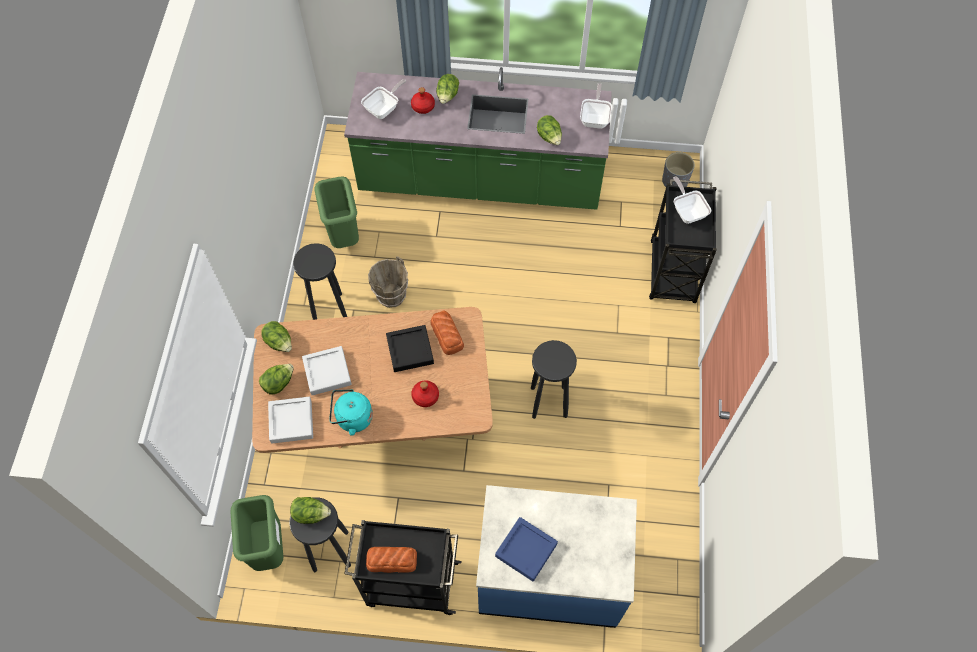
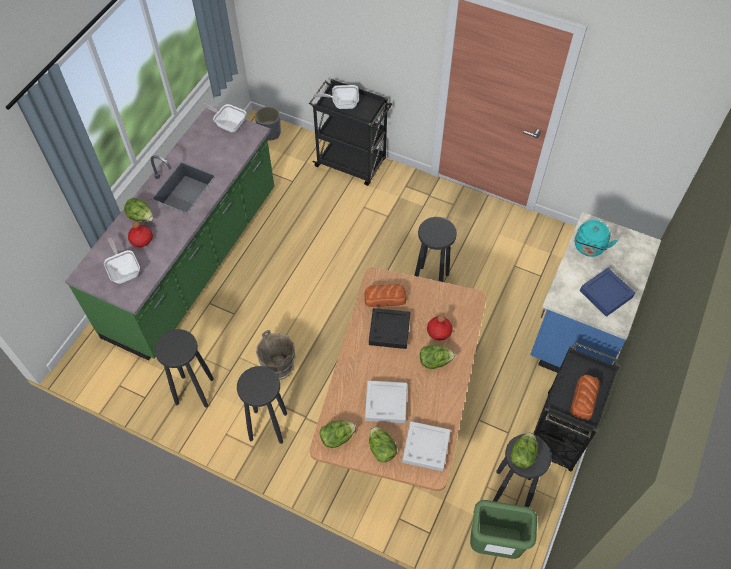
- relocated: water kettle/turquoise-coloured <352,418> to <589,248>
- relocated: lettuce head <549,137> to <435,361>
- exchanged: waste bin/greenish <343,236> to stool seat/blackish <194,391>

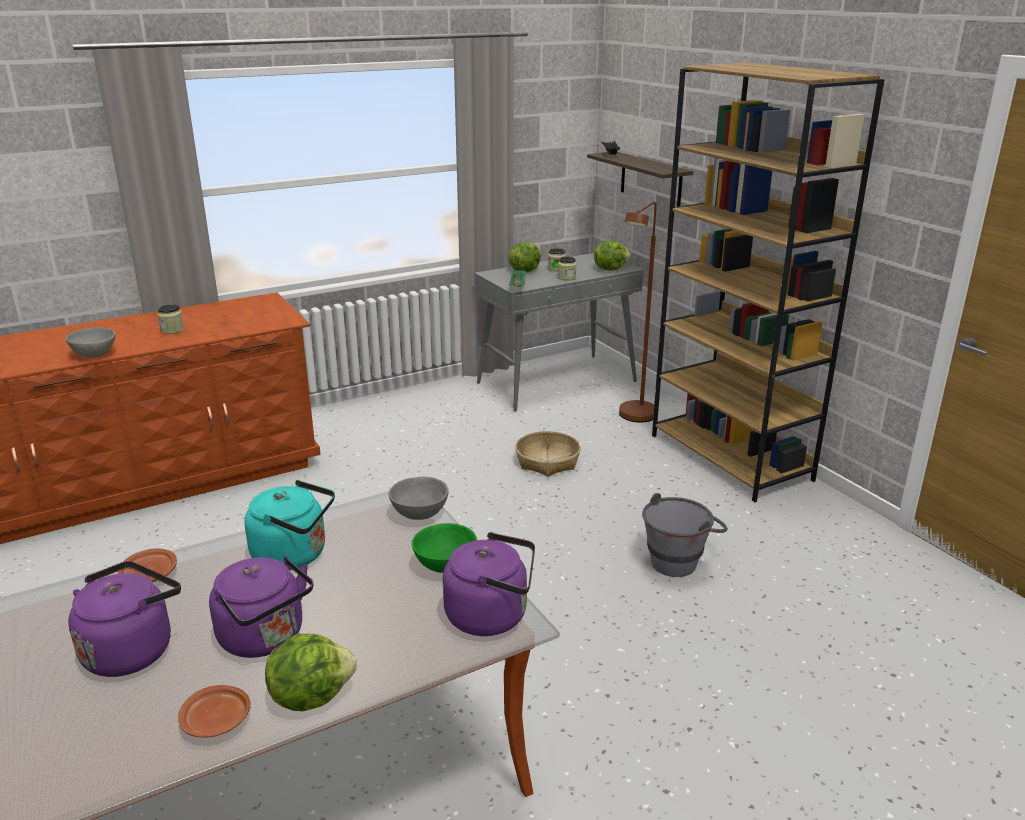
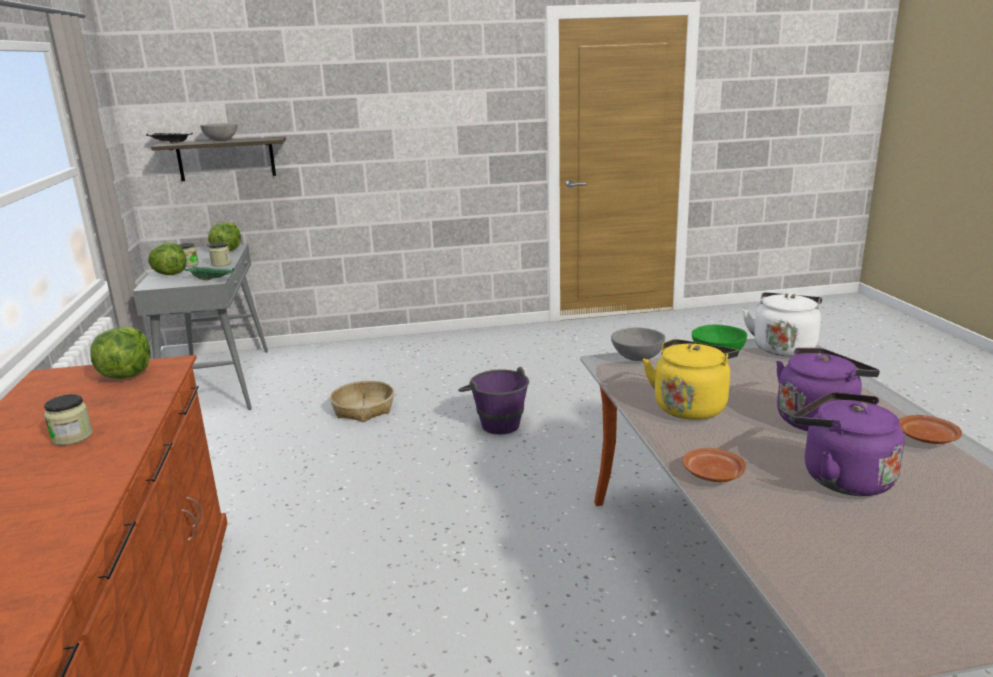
- missing: standing lamp/brown <634,418>
- missing: pail/greyish <680,559>
- missing: bookcase/brown <731,457>
- appeared: pail/purple <495,422>
- relocated: deep dish/greyish <95,354> to <220,140>
- relocated: lettuce head <311,695> to <126,375>
- colour: water kettle/turquoise-coloured <294,555> to water kettle/yellow-coloured <690,406>
- colour: water kettle/purple <492,615> to water kettle/white <783,347>

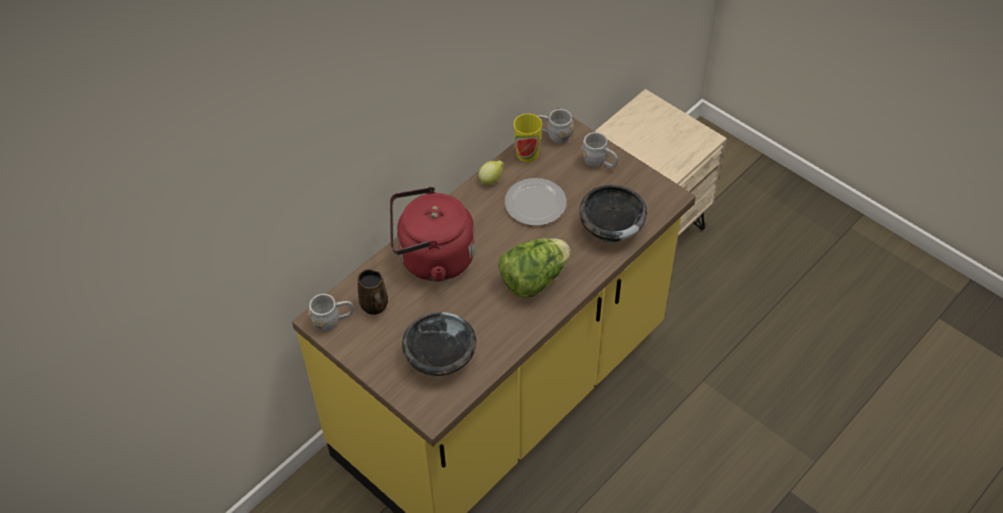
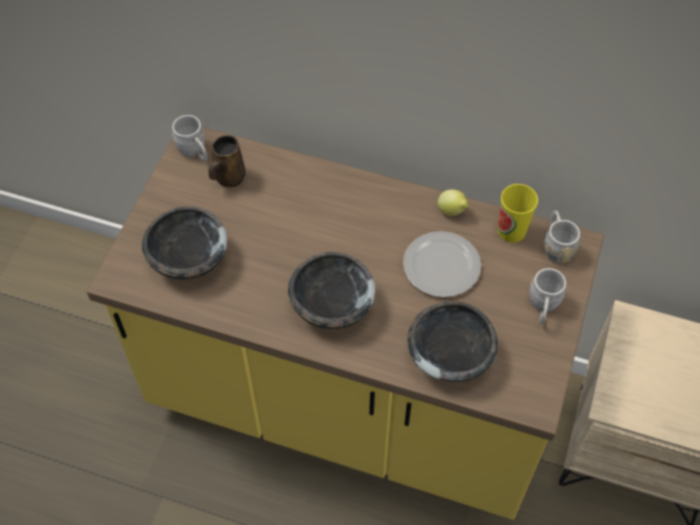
- missing: water kettle/red-coloured <432,259>
- exchanged: lettuce head <534,279> to deep dish/blackish <331,305>

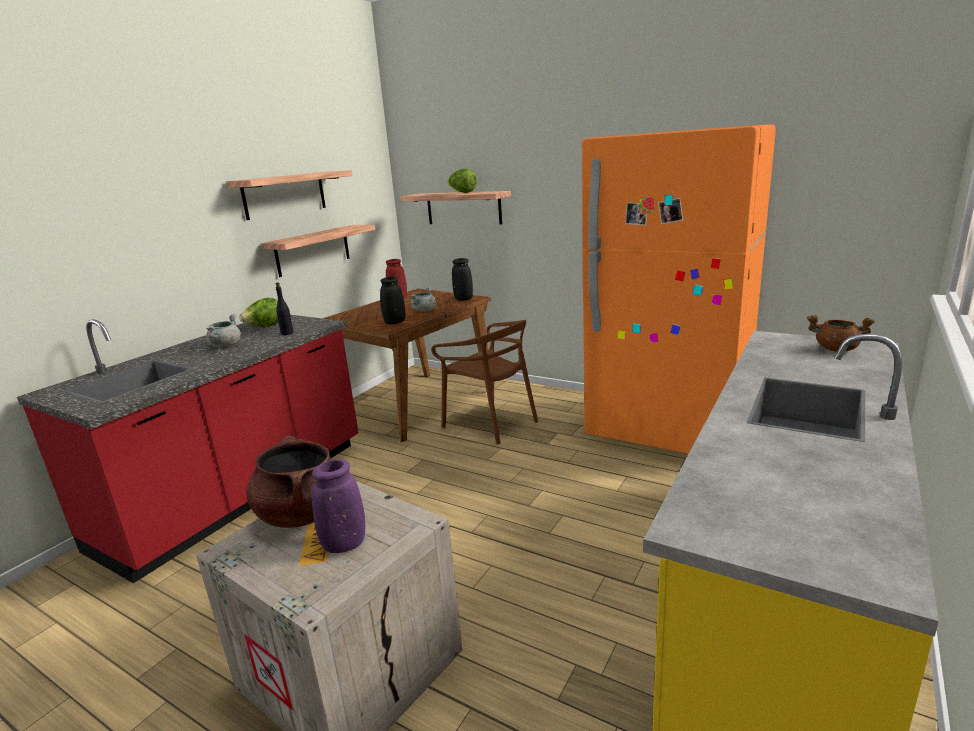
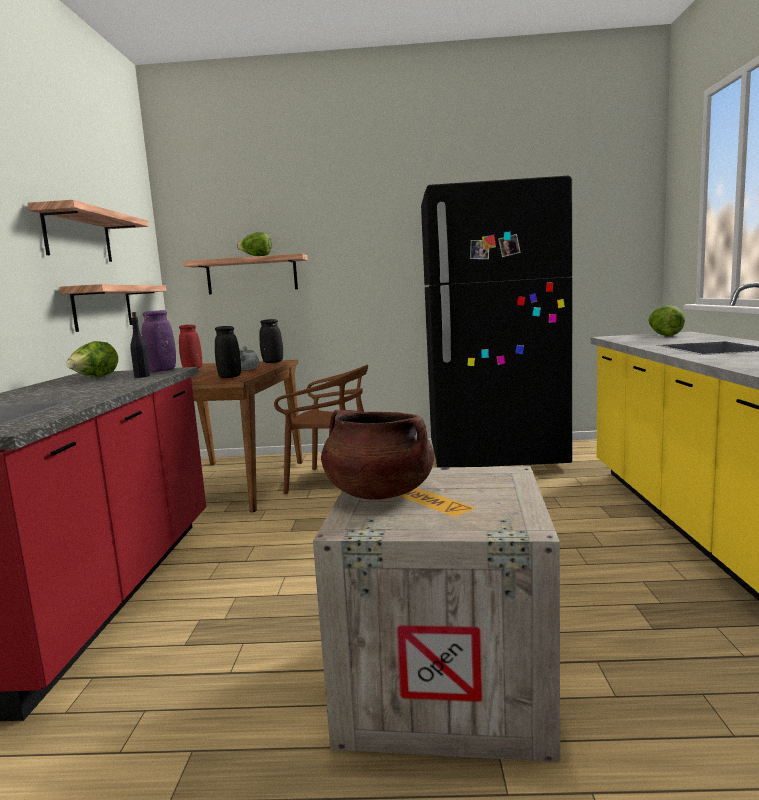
- missing: stockpot/greyish <225,345>
- relocated: decorative vase/purple <344,544> to <161,370>
- exchanged: stockpot/brown <836,349> to lettuce head <664,335>
- colour: kitchen fridge/orangey <667,429> to kitchen fridge/blackish <496,457>

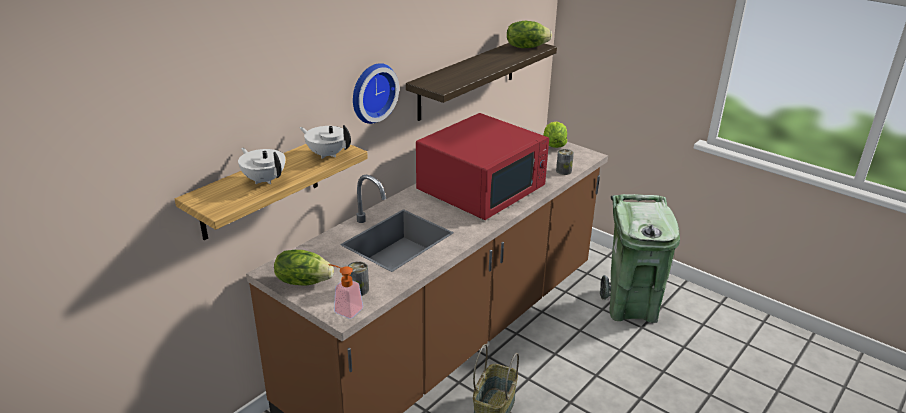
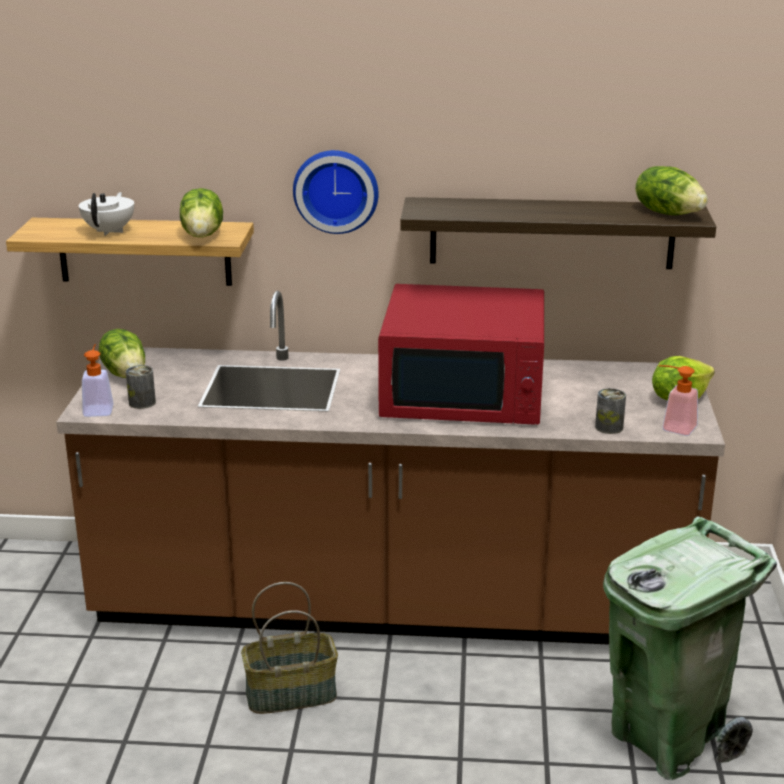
- appeared: soap bottle <673,427>
- exchanged: teapot/white <327,154> to lettuce head <203,235>

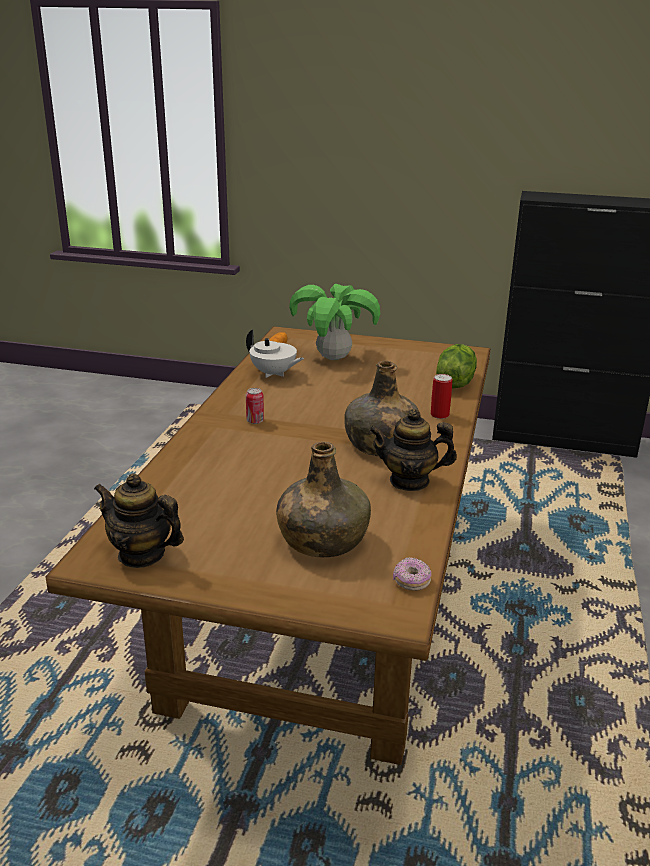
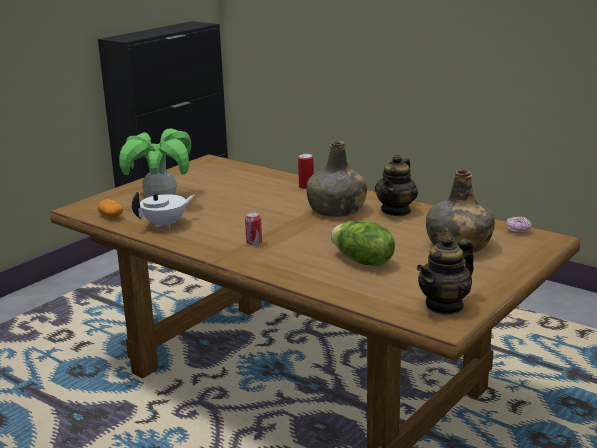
- relocated: lettuce head <454,382> to <362,261>

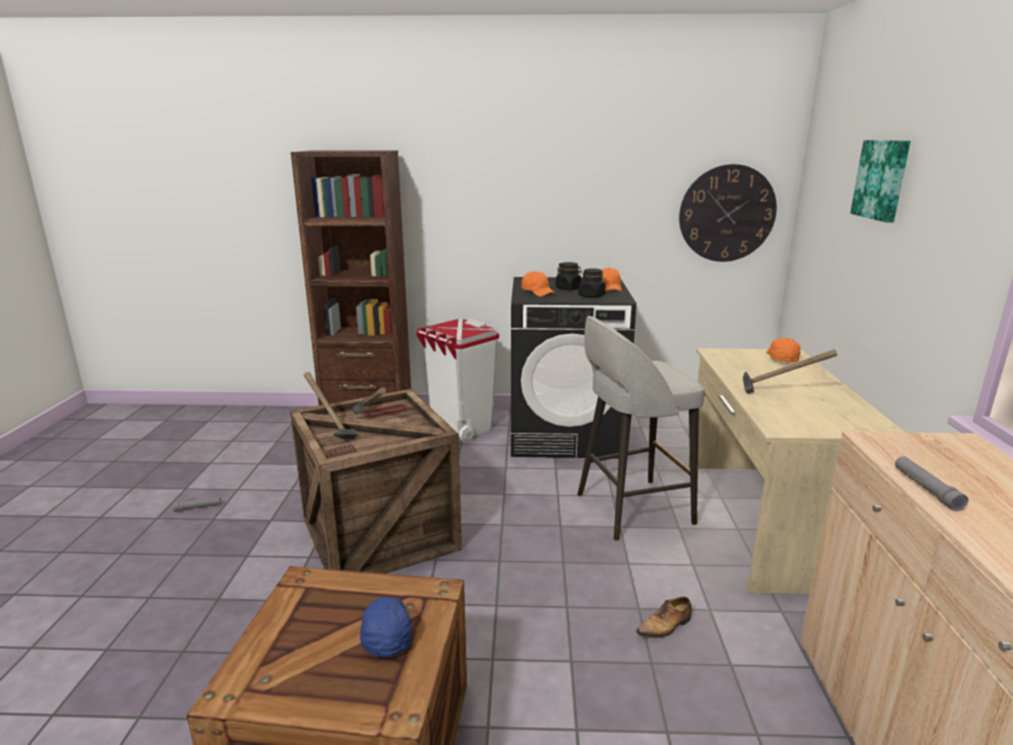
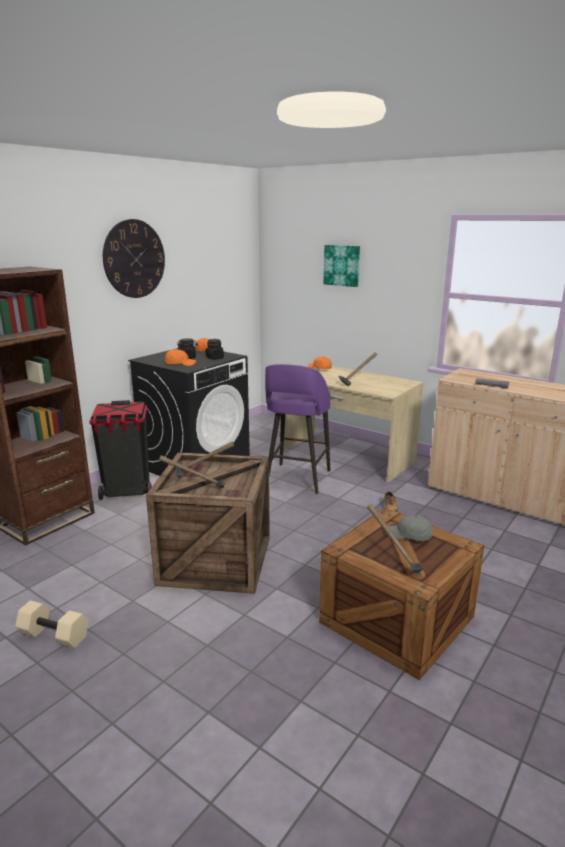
- appeared: hammer <393,561>
- relocated: clock on the wall <727,213> to <134,259>
- exchanged: torch/greyish <198,507> to hand weight/beige <55,634>
- colour: cap/blue-coloured <385,633> to cap/greyish <409,536>
- colour: waste bin/white <460,428> to waste bin/blackish <127,491>
- colour: stool seat/greyish <630,509> to stool seat/purple <297,479>

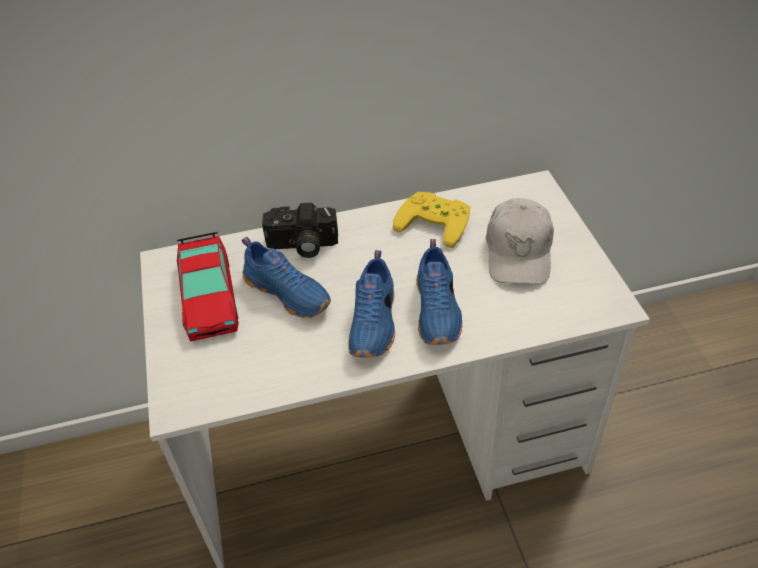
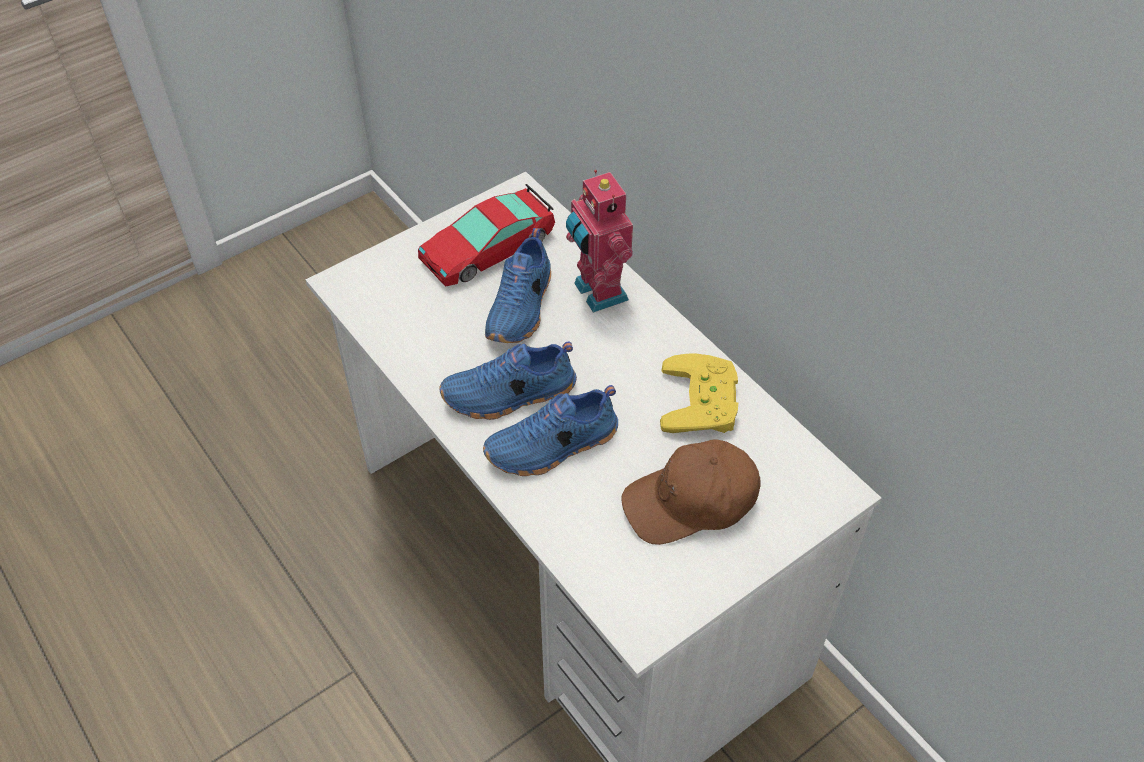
- exchanged: still camera <302,245> to robot figure <597,293>
- colour: cap/white <519,252> to cap/brown <691,502>

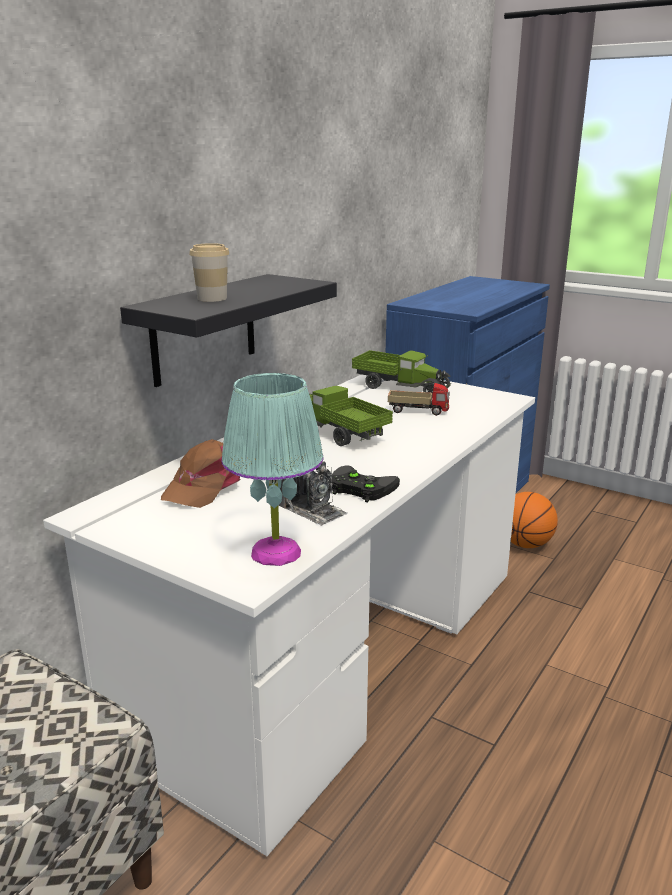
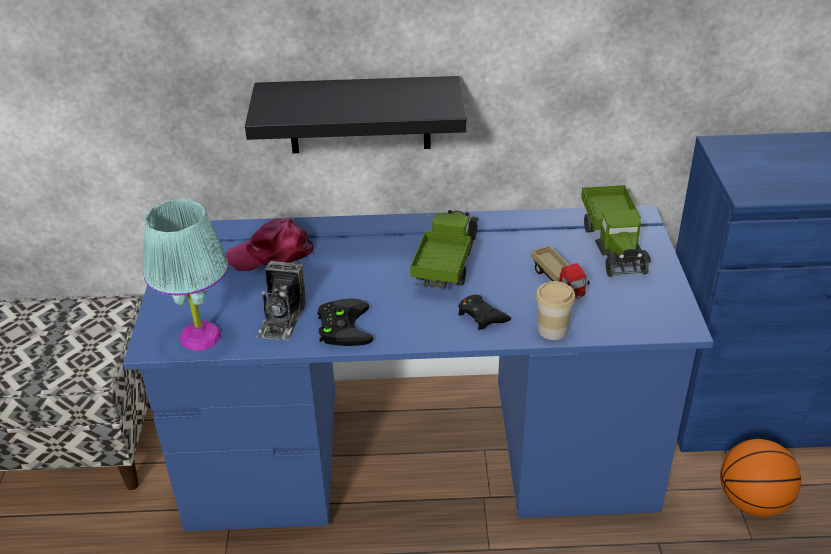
- appeared: joypad/blackish <482,316>
- relocated: cup <212,298> to <552,330>
- colour: desk unit/white <334,651> to desk unit/blue-coloured <419,450>
- colour: cap/brown <204,486> to cap/pink <272,254>

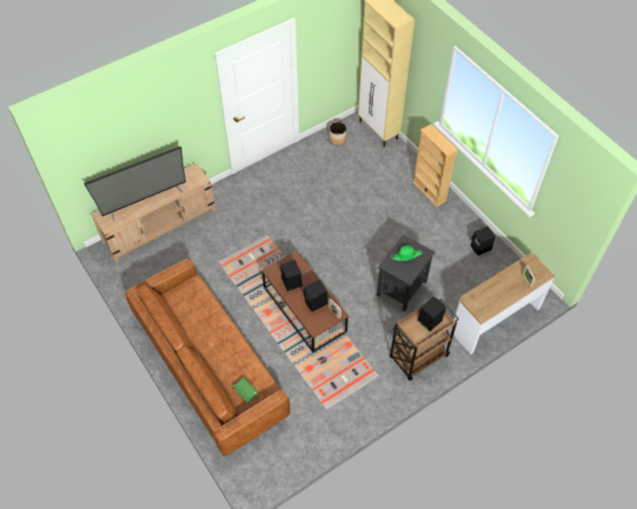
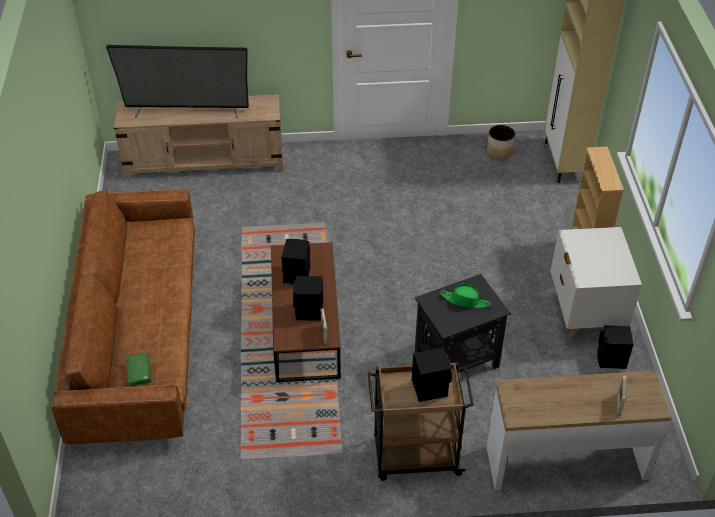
- appeared: night table/white <584,316>

